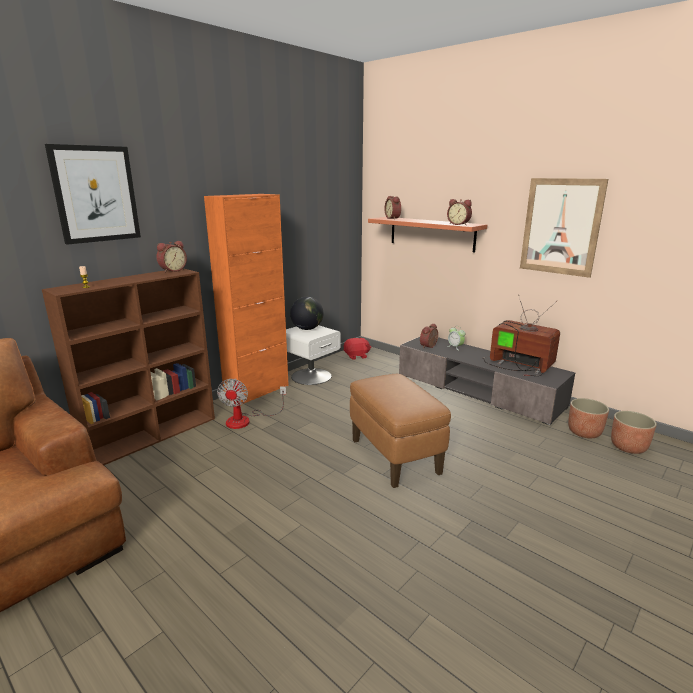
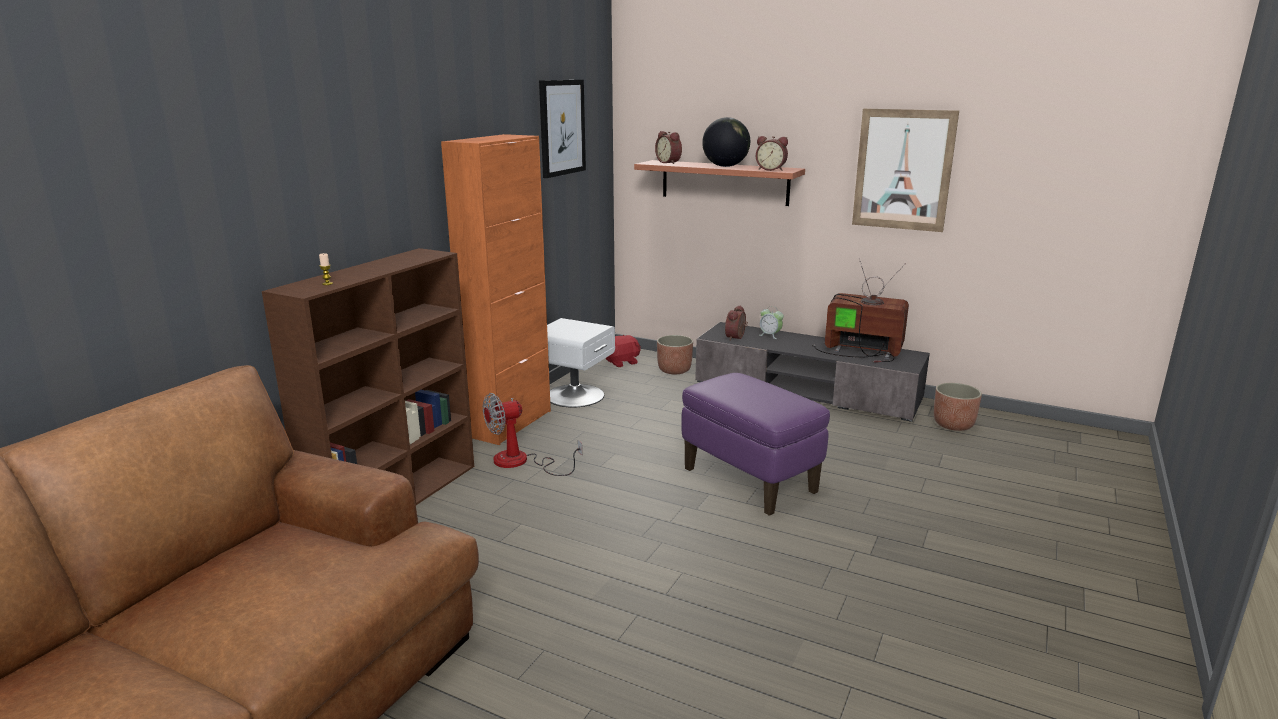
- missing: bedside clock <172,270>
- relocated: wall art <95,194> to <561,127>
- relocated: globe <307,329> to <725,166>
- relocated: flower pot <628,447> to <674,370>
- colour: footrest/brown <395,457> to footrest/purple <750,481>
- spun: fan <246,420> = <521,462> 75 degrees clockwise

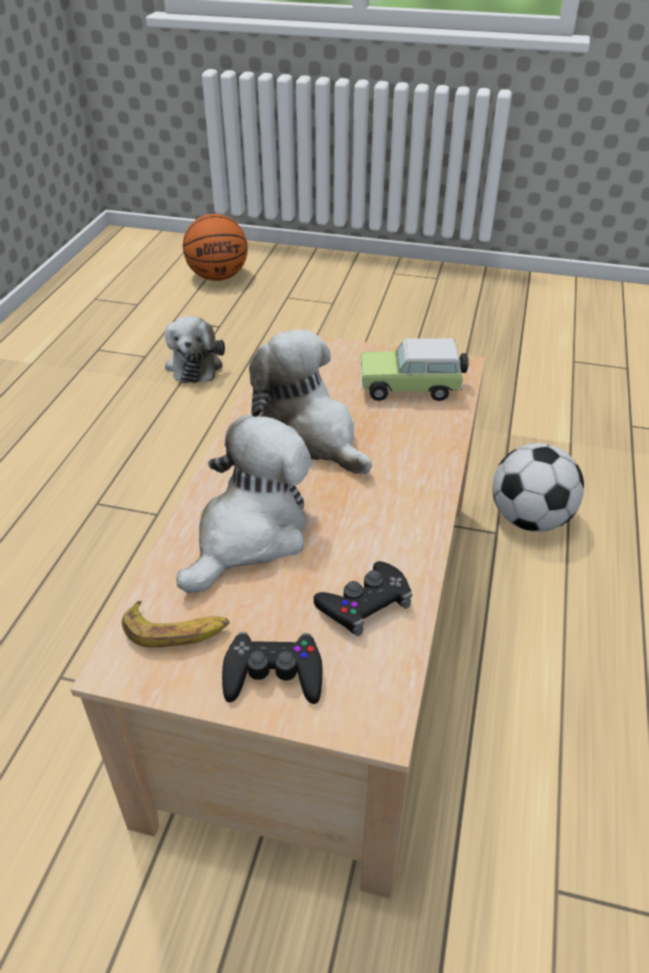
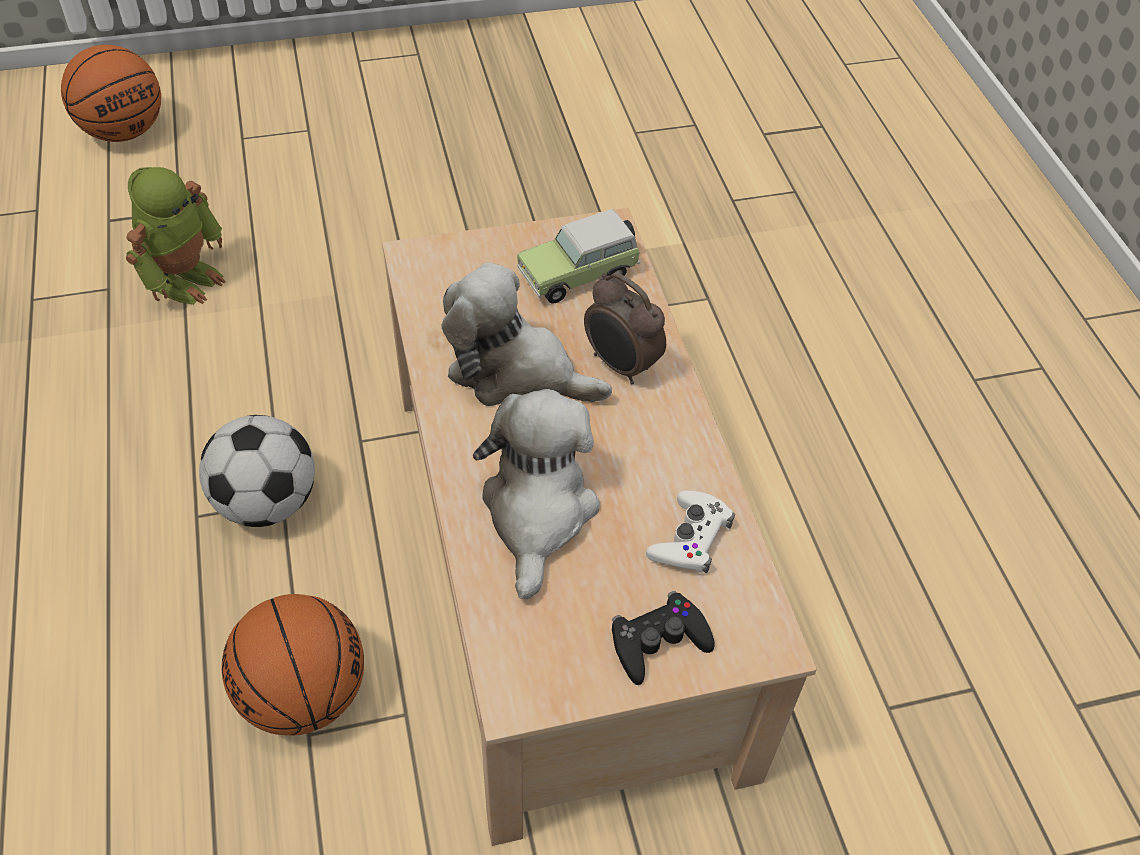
- missing: banana fruit <176,630>
- appeared: basketball ball <304,694>
- appeared: bedside clock <620,366>
- relocated: football <529,519> to <267,502>
- exchanged: plush toy <195,364> to robot figure <186,279>
- colour: joypad/blackish <364,604> to joypad/white <690,538>

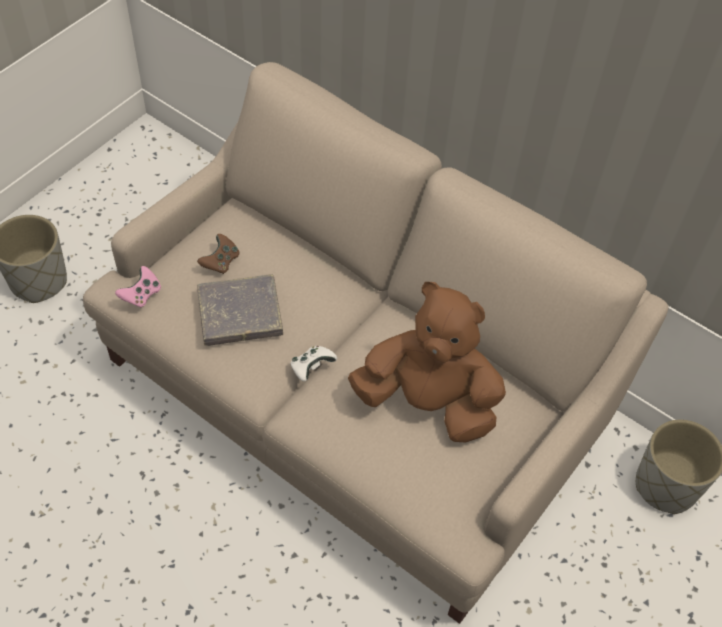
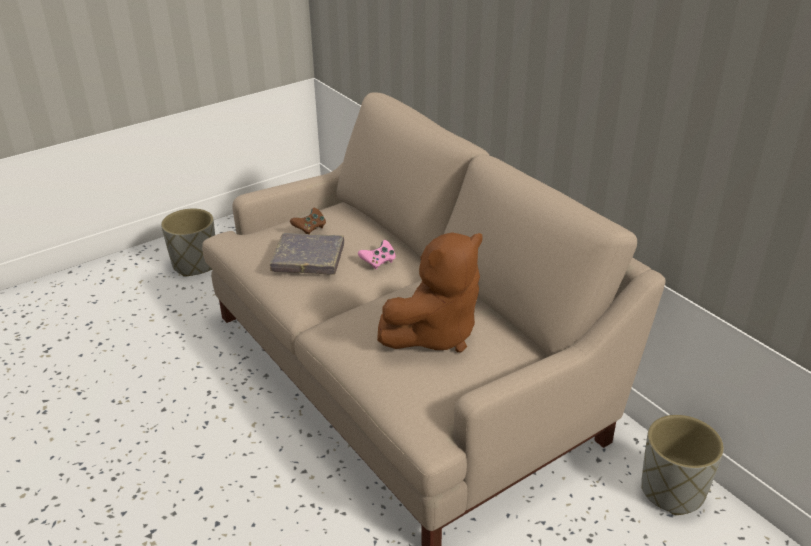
- missing: joypad/white <311,368>
- relocated: joypad/pink <141,295> to <378,262>
- spun: plush toy/brown <428,402> = <435,334> 105 degrees clockwise

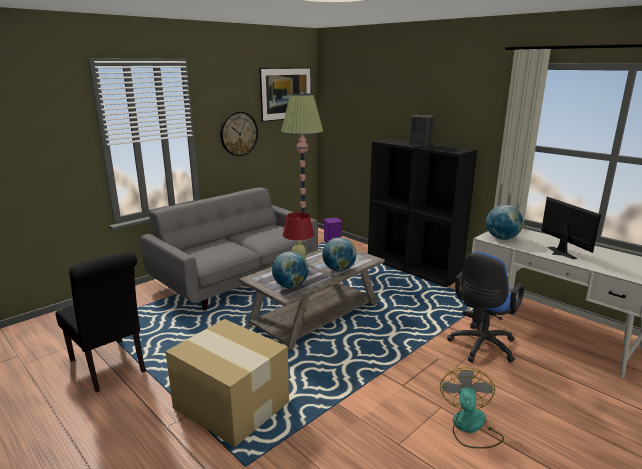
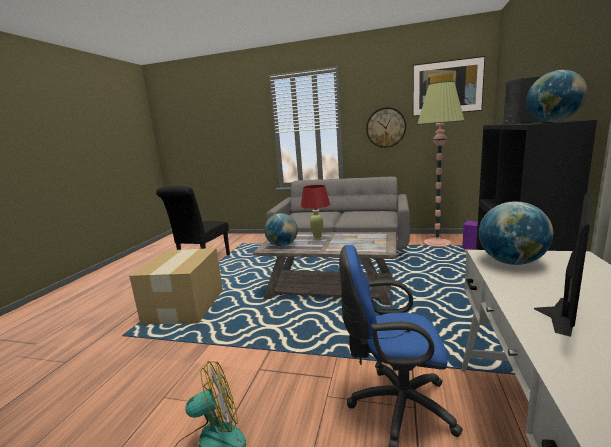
- relocated: globe <339,270> to <552,122>

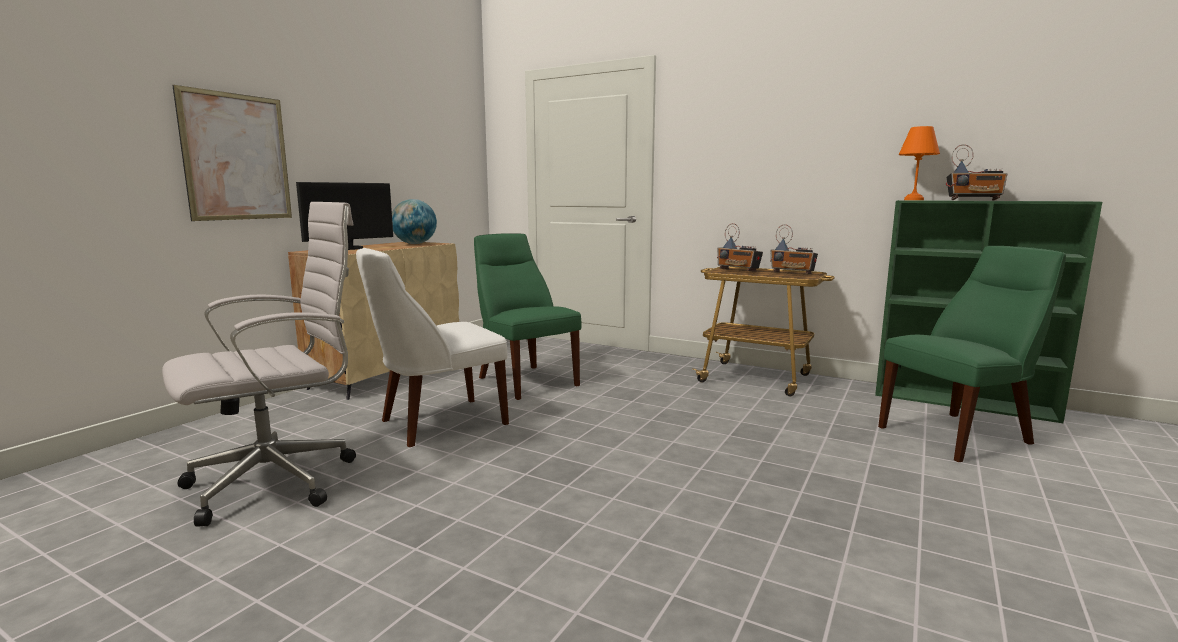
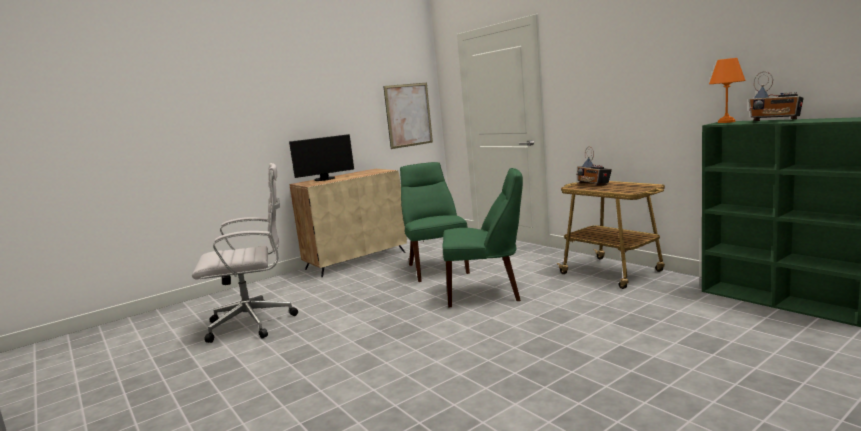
- missing: plain chair/white <438,423>
- missing: globe <415,244>
- missing: radio set <792,273>
- relocated: wall art <237,157> to <408,115>
- relocated: plain chair/greenish <959,435> to <487,293>

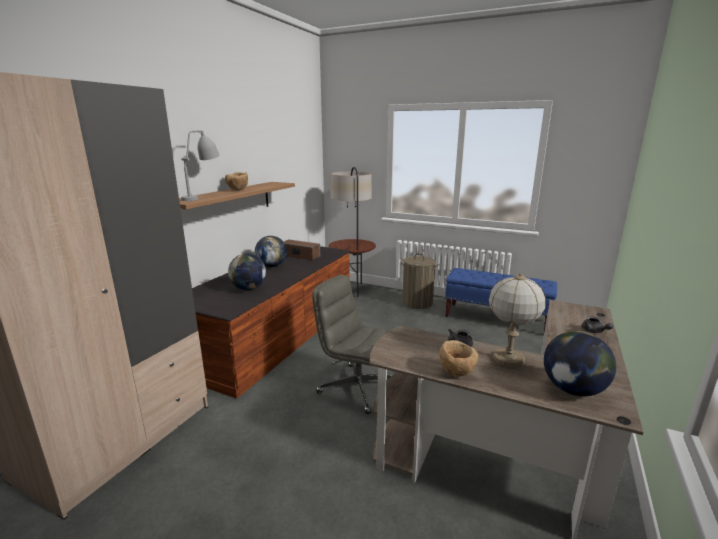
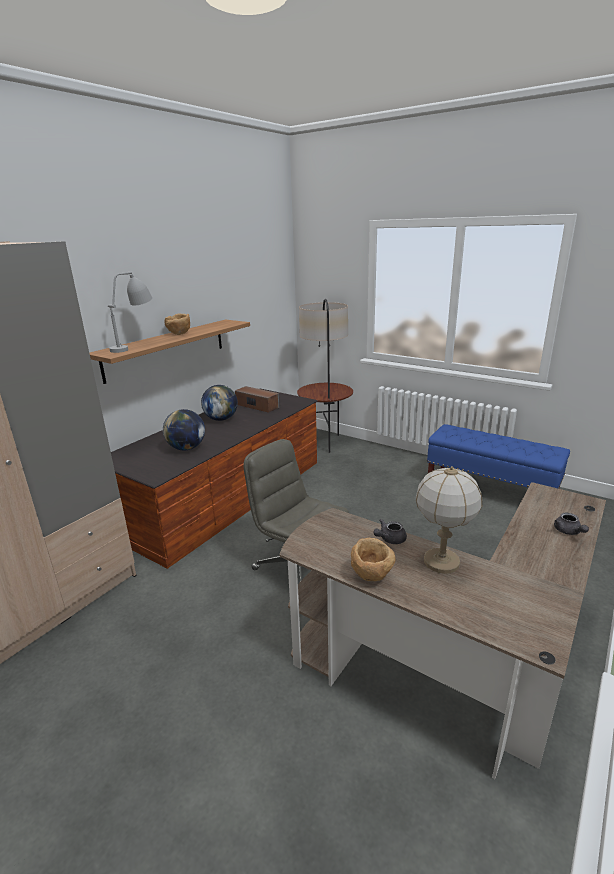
- missing: washing basket <417,302>
- missing: globe <573,390>

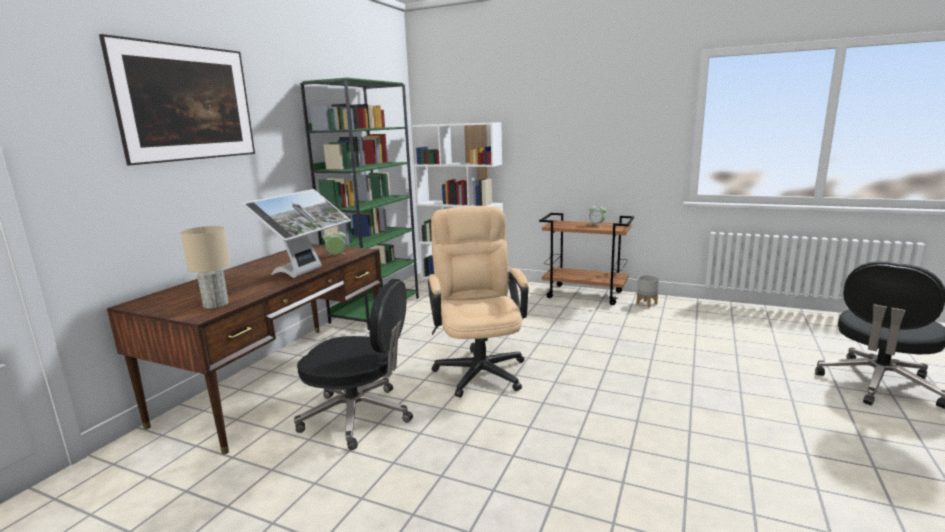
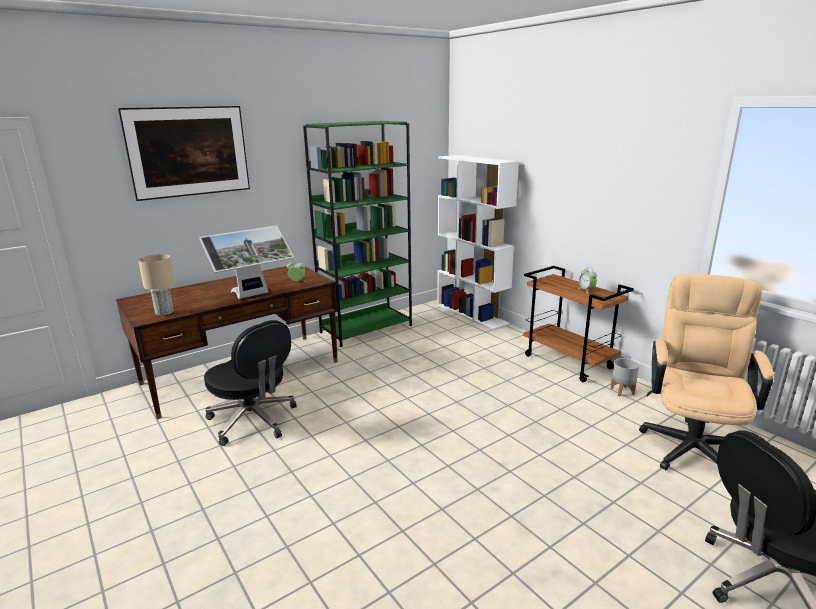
- relocated: office chair/beige <479,368> to <692,443>

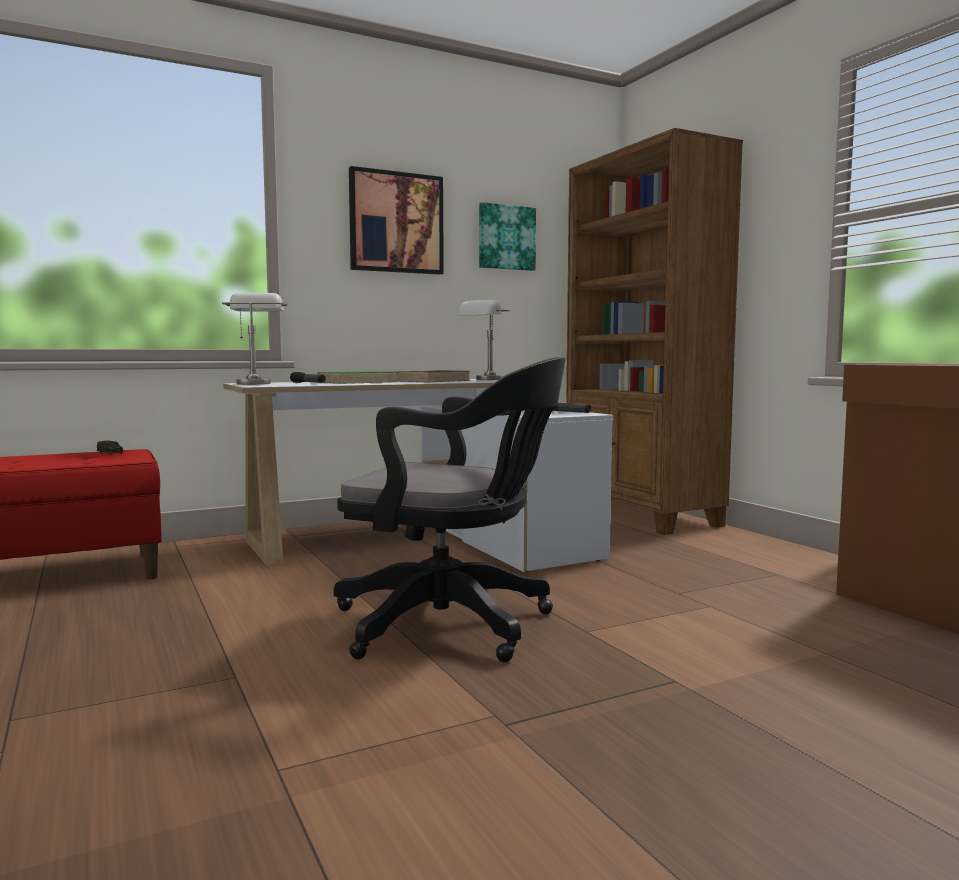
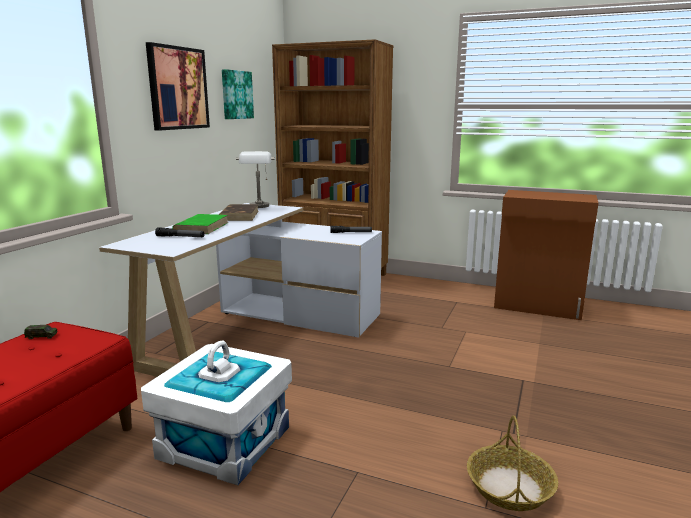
- missing: lamp for a table/greyish <255,383>
- missing: office chair/blackish <453,625>
- appeared: storage bin/white <224,442>
- appeared: basket <509,486>

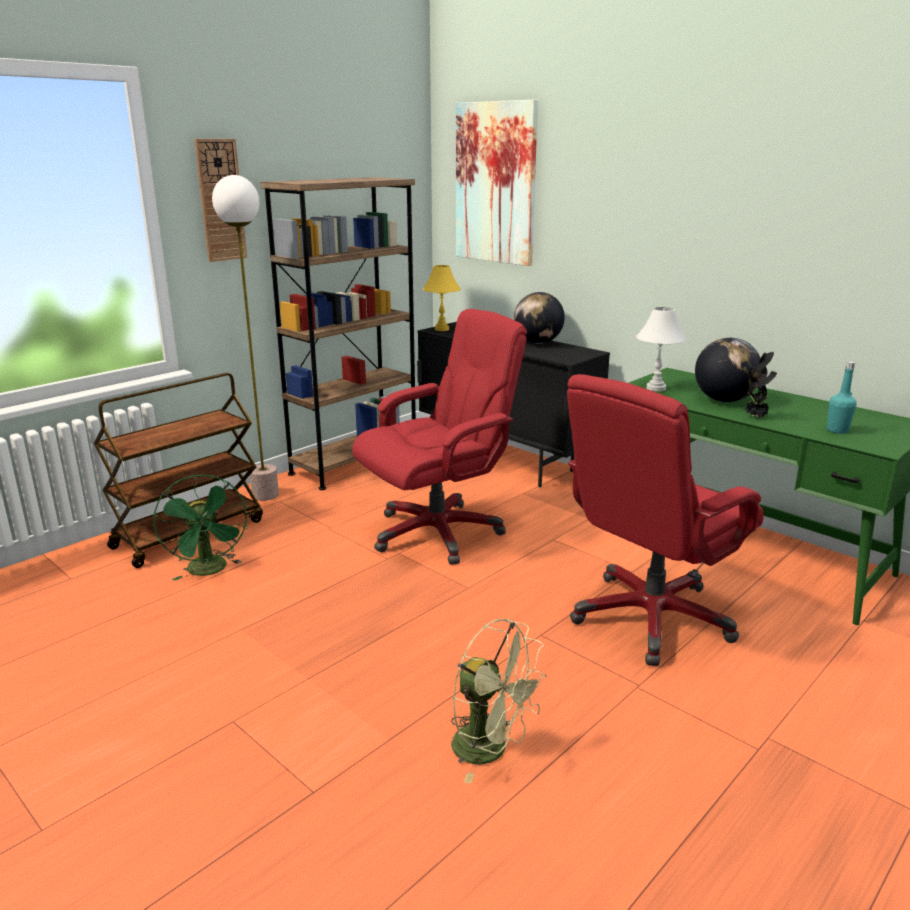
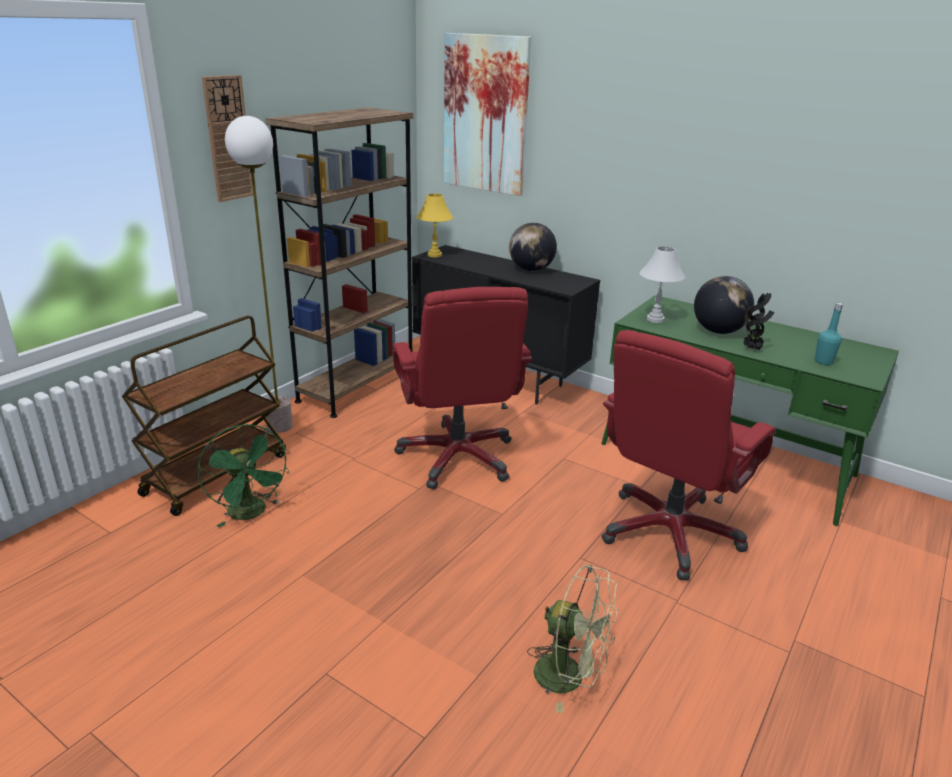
- spun: office chair/red-coloured <438,532> = <457,457> 120 degrees clockwise

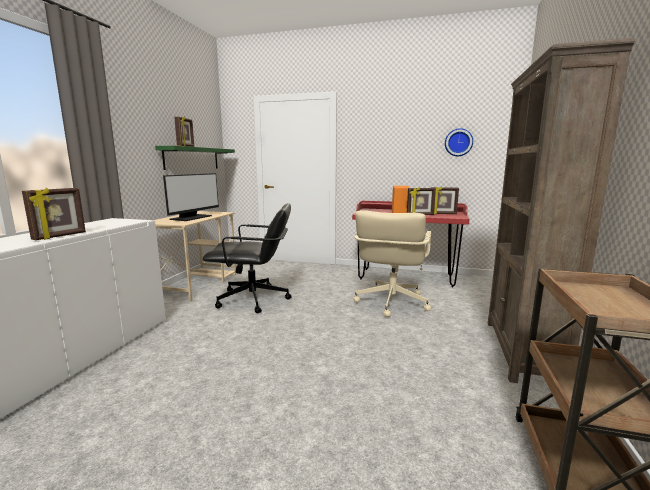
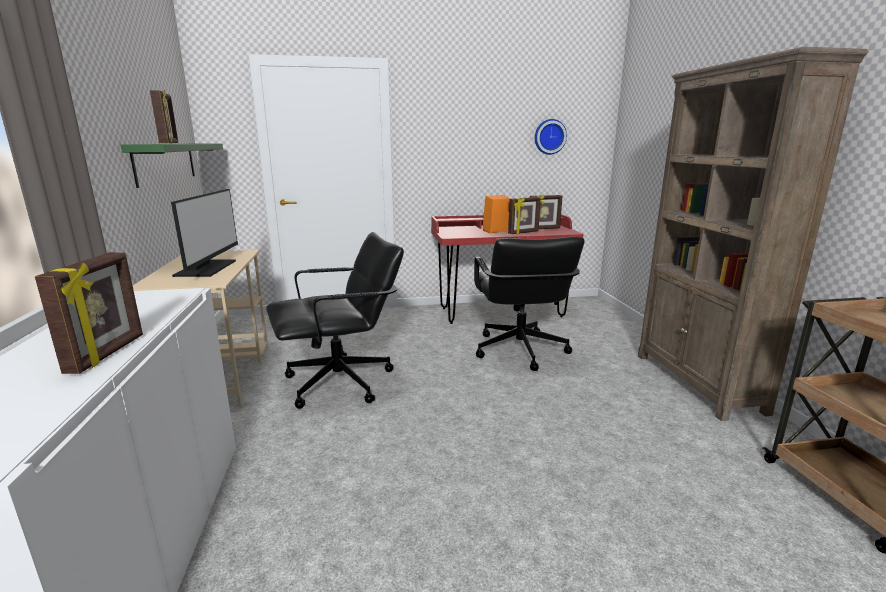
- colour: office chair/beige <391,302> to office chair/blackish <519,350>

